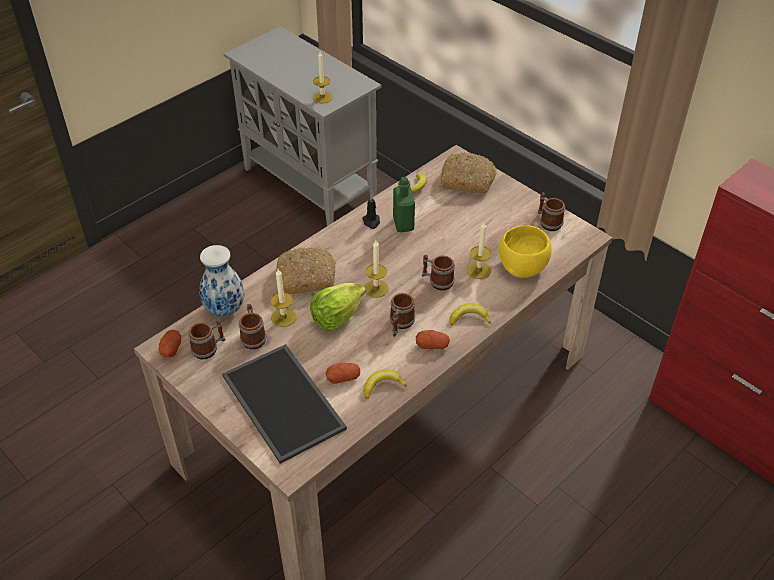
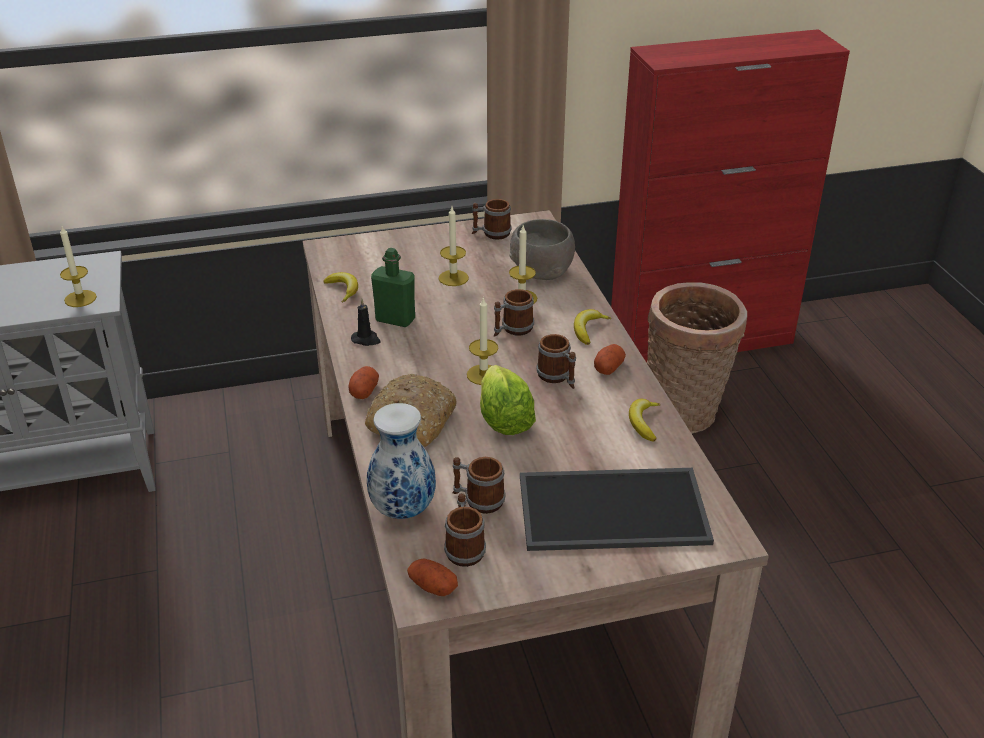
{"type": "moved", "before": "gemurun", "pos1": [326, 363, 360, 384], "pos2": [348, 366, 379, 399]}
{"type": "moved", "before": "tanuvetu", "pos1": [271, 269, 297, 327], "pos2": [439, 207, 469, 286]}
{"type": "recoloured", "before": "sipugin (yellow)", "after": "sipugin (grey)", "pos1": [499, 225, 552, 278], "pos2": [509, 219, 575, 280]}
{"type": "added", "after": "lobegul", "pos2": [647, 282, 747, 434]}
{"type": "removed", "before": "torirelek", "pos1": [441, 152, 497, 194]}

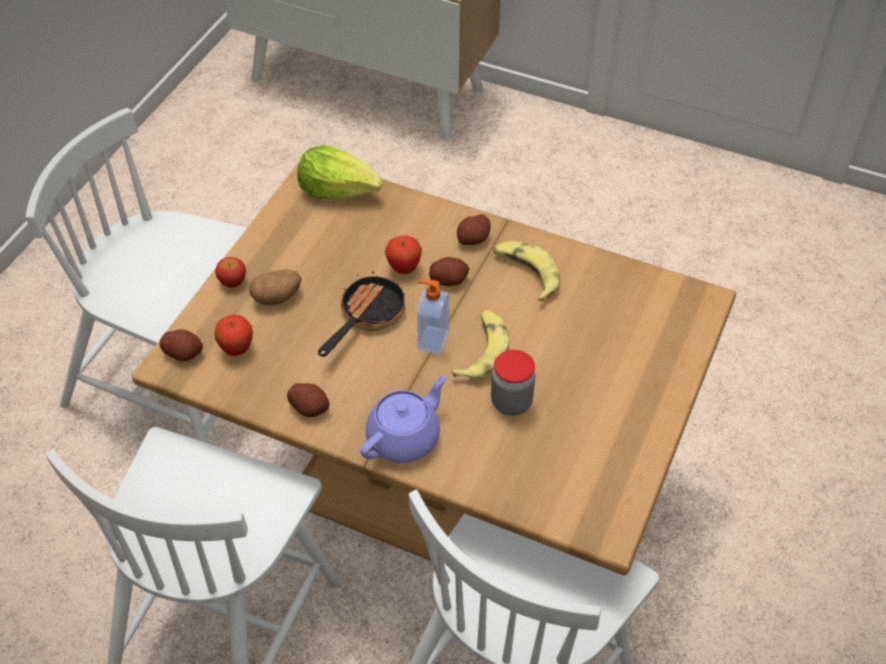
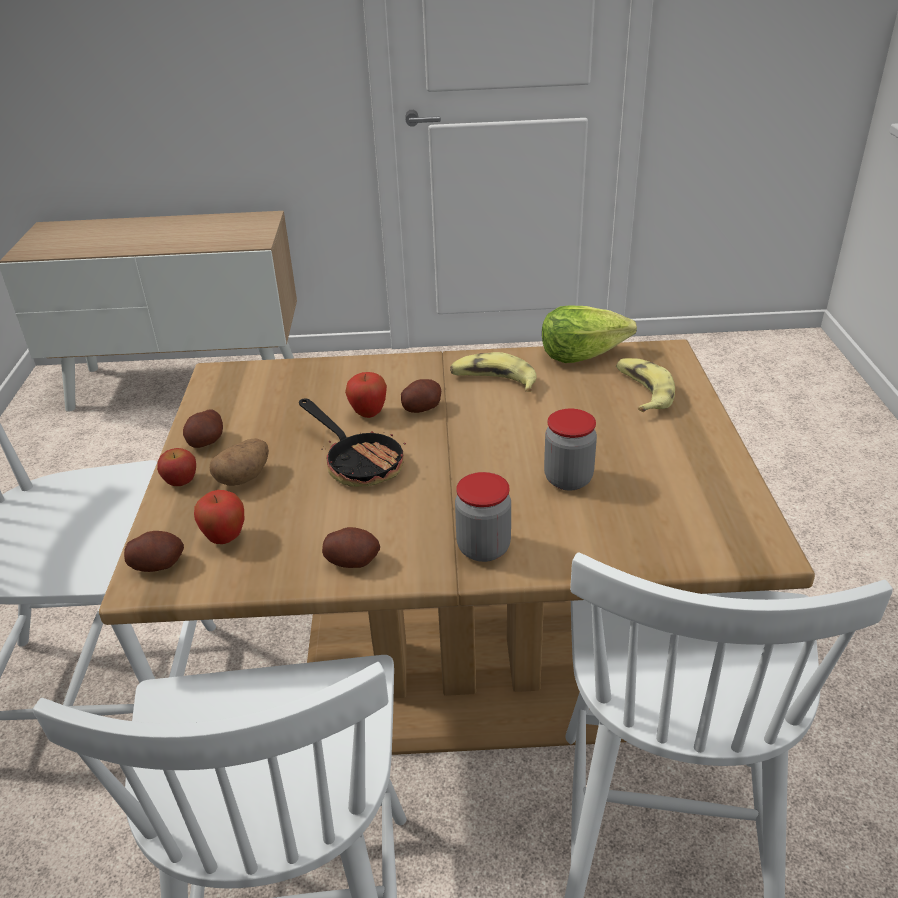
{"type": "moved", "before": "gemurun", "pos1": [457, 214, 491, 245], "pos2": [183, 409, 223, 448]}
{"type": "turned", "before": "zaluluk", "pos1": [318, 271, 405, 357], "pos2": [299, 398, 406, 487], "turn": 135}
{"type": "replaced", "before": "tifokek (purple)", "after": "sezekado", "pos1": [360, 375, 447, 463], "pos2": [455, 472, 511, 562]}
{"type": "moved", "before": "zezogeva", "pos1": [297, 145, 383, 200], "pos2": [542, 305, 637, 363]}
{"type": "moved", "before": "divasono", "pos1": [451, 310, 509, 380], "pos2": [616, 358, 675, 412]}
{"type": "removed", "before": "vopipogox", "pos1": [417, 279, 449, 355]}

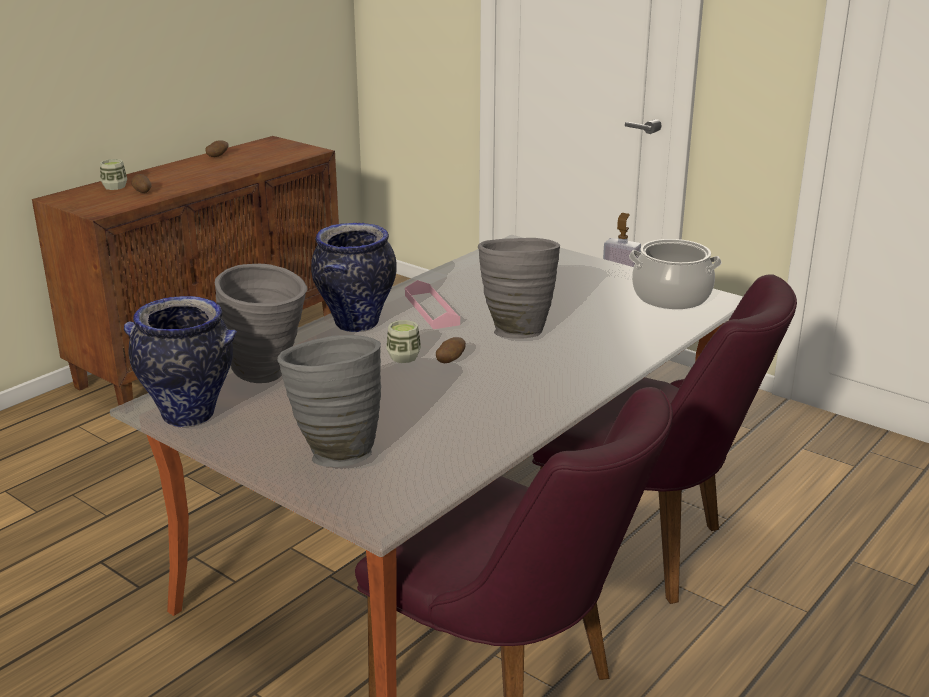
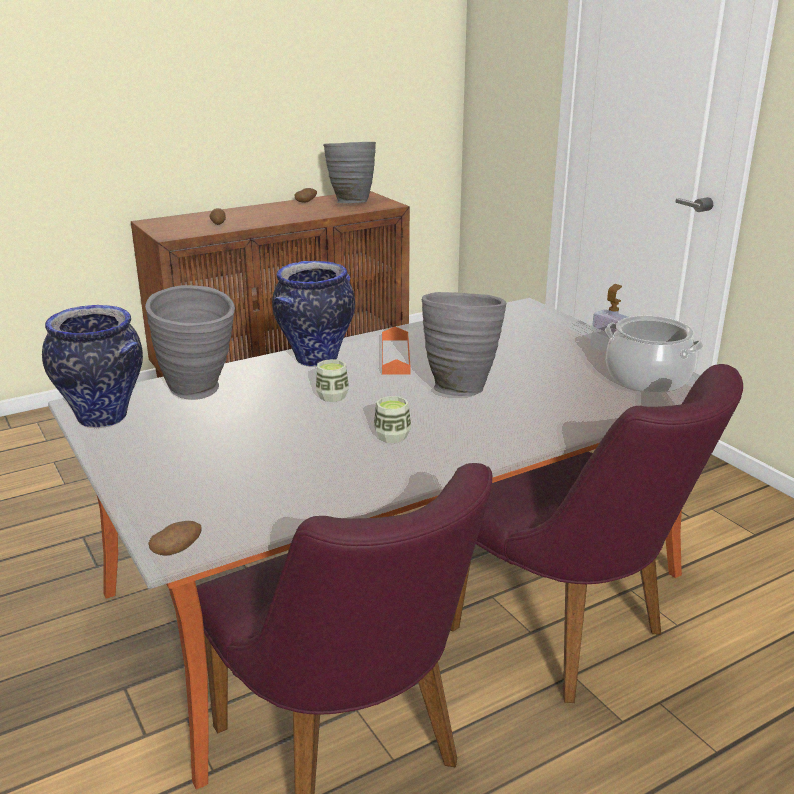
{"type": "moved", "before": "gemurun", "pos1": [436, 337, 466, 363], "pos2": [148, 521, 201, 556]}
{"type": "moved", "before": "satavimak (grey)", "pos1": [277, 335, 381, 467], "pos2": [323, 142, 376, 203]}
{"type": "moved", "before": "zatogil", "pos1": [100, 159, 127, 190], "pos2": [374, 396, 411, 443]}
{"type": "recoloured", "before": "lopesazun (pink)", "after": "lopesazun (orange)", "pos1": [405, 280, 460, 329], "pos2": [382, 326, 411, 375]}

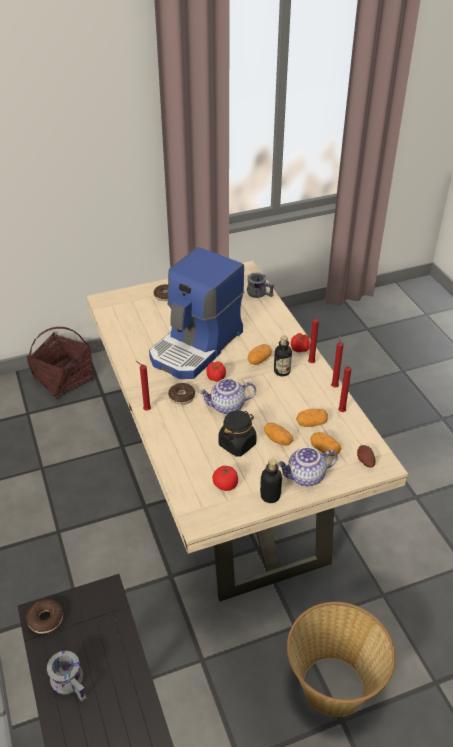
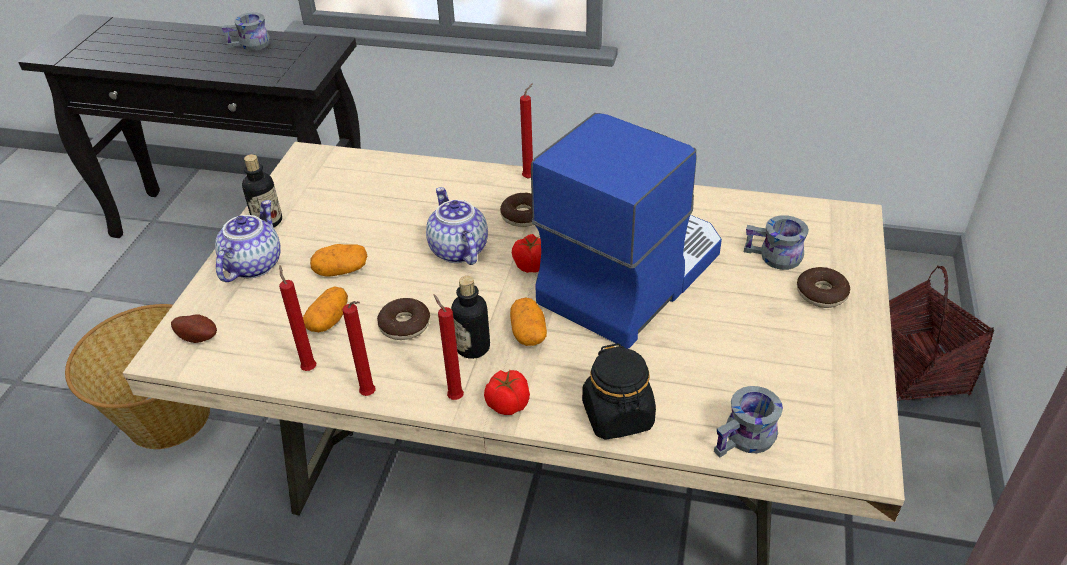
{"type": "moved", "before": "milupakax", "pos1": [27, 599, 63, 634], "pos2": [377, 298, 430, 340]}
{"type": "turned", "before": "tifokek", "pos1": [198, 378, 256, 414], "pos2": [426, 187, 488, 265], "turn": -45}
{"type": "turned", "before": "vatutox", "pos1": [149, 247, 244, 379], "pos2": [531, 113, 722, 349], "turn": 60}
{"type": "moved", "before": "sezekado (black)", "pos1": [218, 411, 257, 456], "pos2": [582, 343, 656, 440]}
{"type": "added", "after": "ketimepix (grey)", "pos2": [744, 215, 809, 270]}
{"type": "removed", "before": "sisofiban", "pos1": [212, 466, 238, 491]}
{"type": "removed", "before": "gemurun", "pos1": [310, 432, 341, 456]}

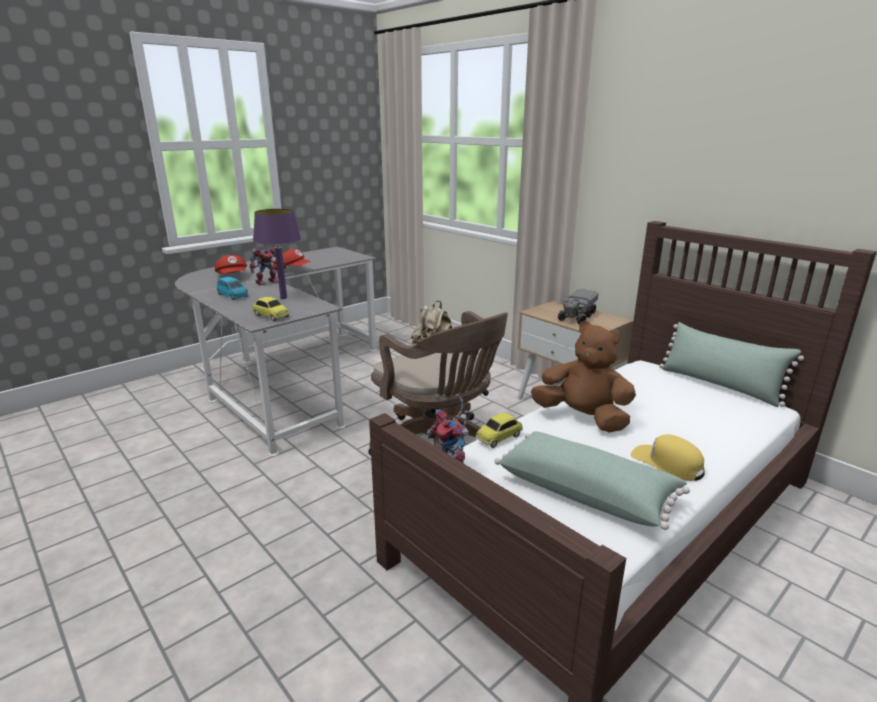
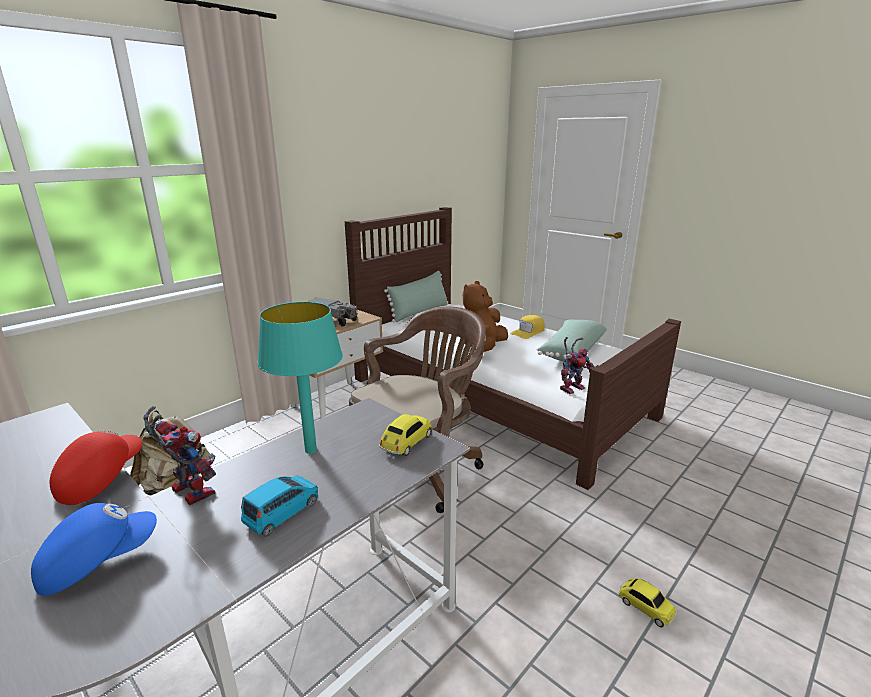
{"type": "recoloured", "before": "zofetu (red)", "after": "zofetu (blue)", "pos1": [215, 255, 247, 274], "pos2": [31, 503, 157, 596]}
{"type": "recoloured", "before": "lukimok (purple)", "after": "lukimok (turquoise)", "pos1": [253, 209, 301, 299], "pos2": [257, 302, 343, 454]}
{"type": "moved", "before": "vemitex", "pos1": [476, 413, 523, 448], "pos2": [618, 579, 677, 627]}

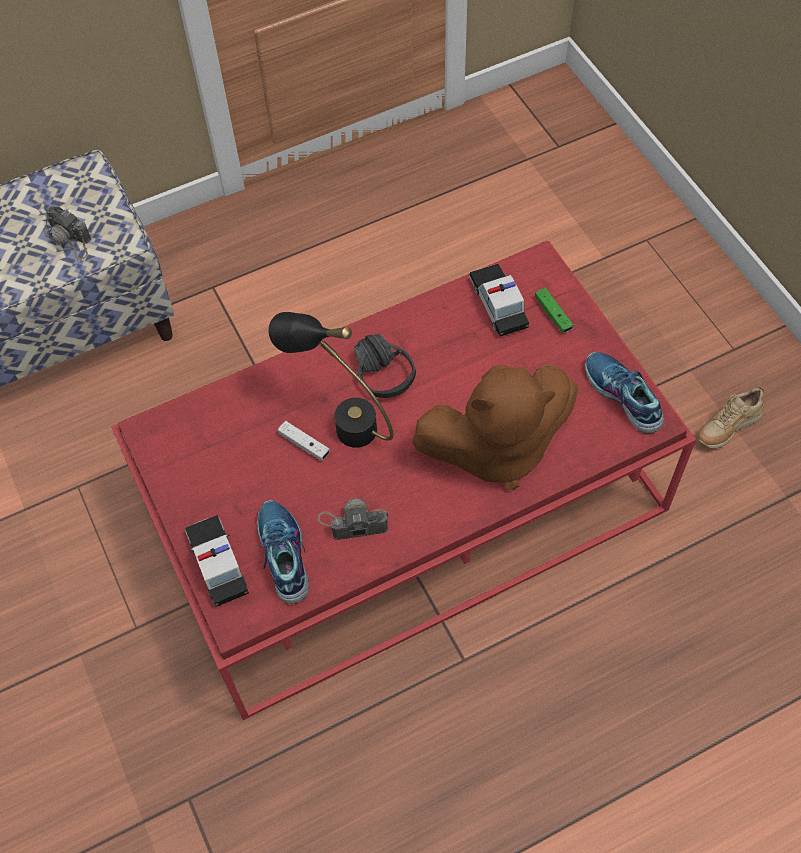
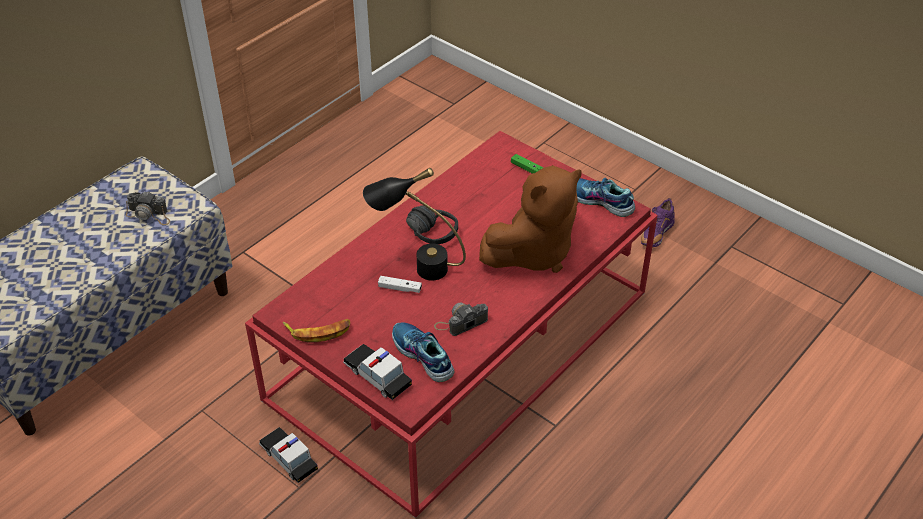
{"type": "moved", "before": "vemitex", "pos1": [469, 264, 529, 337], "pos2": [259, 427, 318, 483]}
{"type": "added", "after": "divasono", "pos2": [283, 319, 350, 343]}
{"type": "recoloured", "before": "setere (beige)", "after": "setere (purple)", "pos1": [698, 386, 764, 448], "pos2": [641, 198, 675, 247]}

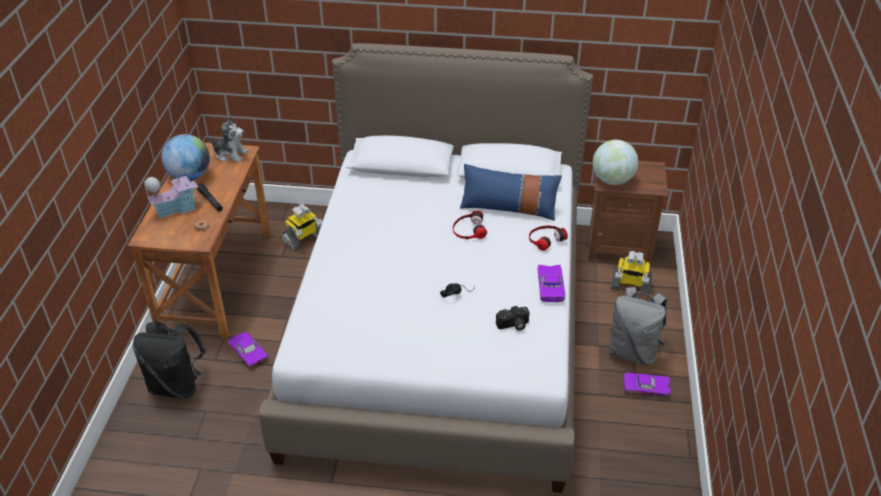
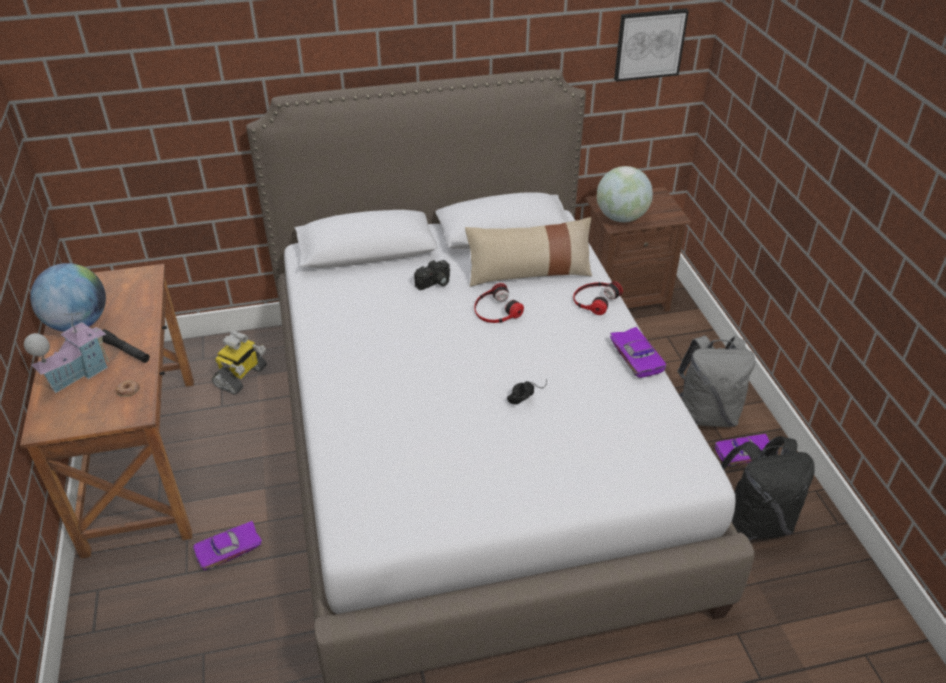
{"type": "turned", "before": "vemitex (purple)", "pos1": [228, 332, 268, 367], "pos2": [193, 521, 262, 570], "turn": -60}
{"type": "moved", "before": "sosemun", "pos1": [496, 306, 529, 331], "pos2": [414, 260, 450, 290]}
{"type": "recoloured", "before": "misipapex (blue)", "after": "misipapex (beige)", "pos1": [460, 164, 562, 221], "pos2": [465, 217, 592, 287]}
{"type": "added", "after": "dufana", "pos2": [614, 9, 689, 82]}
{"type": "moved", "before": "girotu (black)", "pos1": [133, 321, 206, 399], "pos2": [721, 436, 815, 541]}
{"type": "removed", "before": "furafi", "pos1": [207, 116, 249, 162]}
{"type": "removed", "before": "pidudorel", "pos1": [611, 251, 653, 295]}

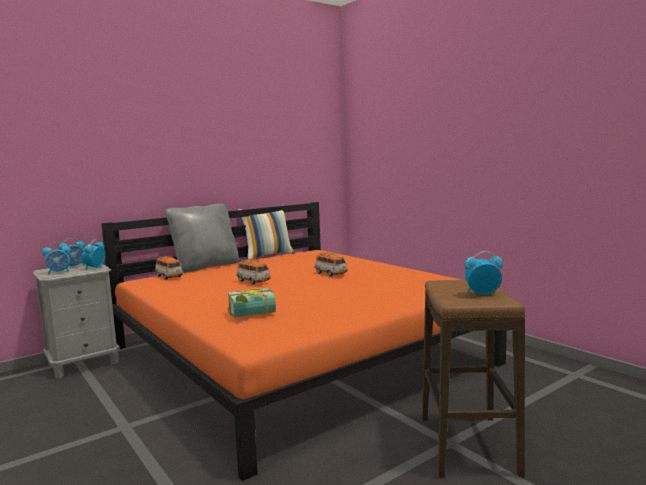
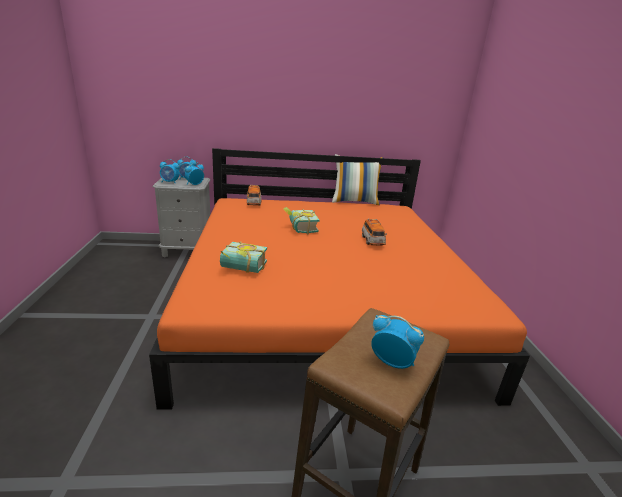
{"type": "replaced", "before": "vemitex", "after": "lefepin", "pos1": [236, 259, 271, 285], "pos2": [283, 207, 320, 234]}
{"type": "removed", "before": "misipapex (grey)", "pos1": [166, 203, 239, 273]}

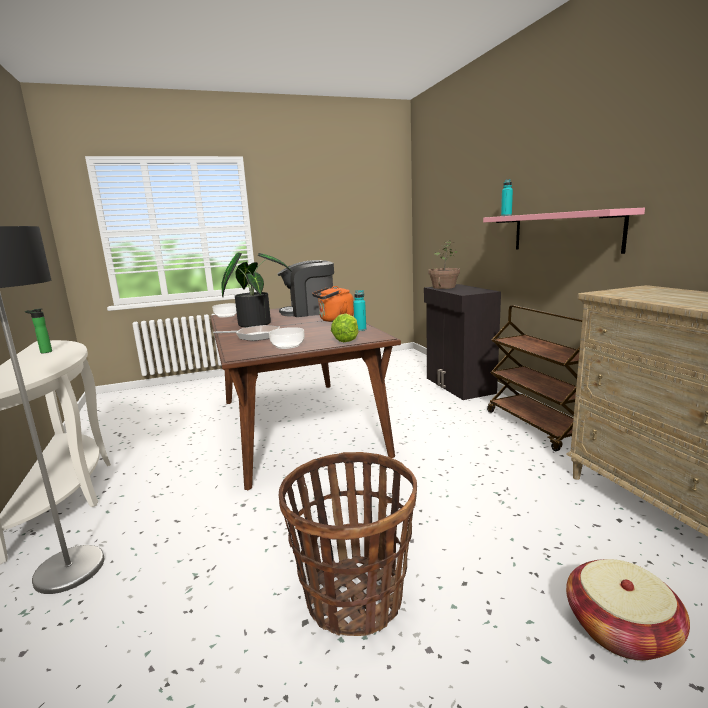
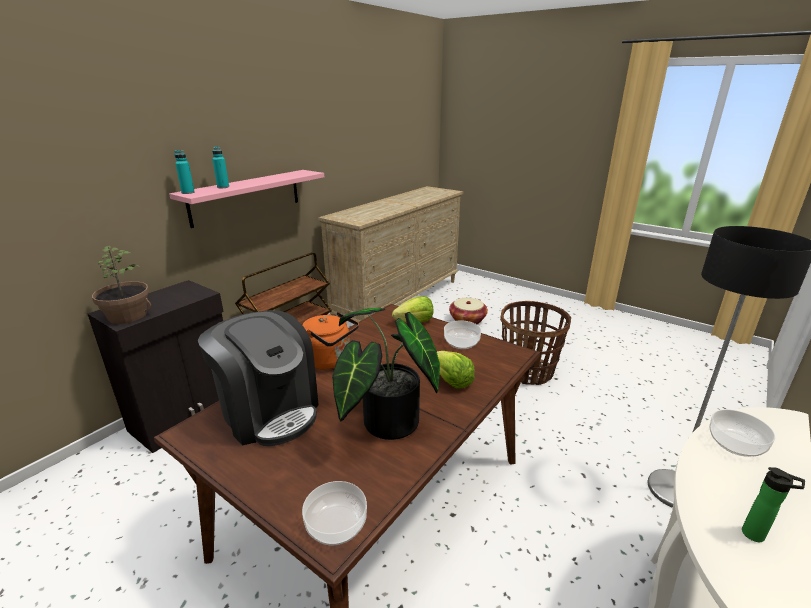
{"type": "moved", "before": "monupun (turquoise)", "pos1": [353, 290, 366, 331], "pos2": [212, 146, 229, 188]}
{"type": "replaced", "before": "zaluluk", "after": "zezogeva", "pos1": [213, 325, 280, 341], "pos2": [437, 351, 475, 389]}
{"type": "added", "after": "sipugin", "pos2": [709, 409, 775, 457]}

